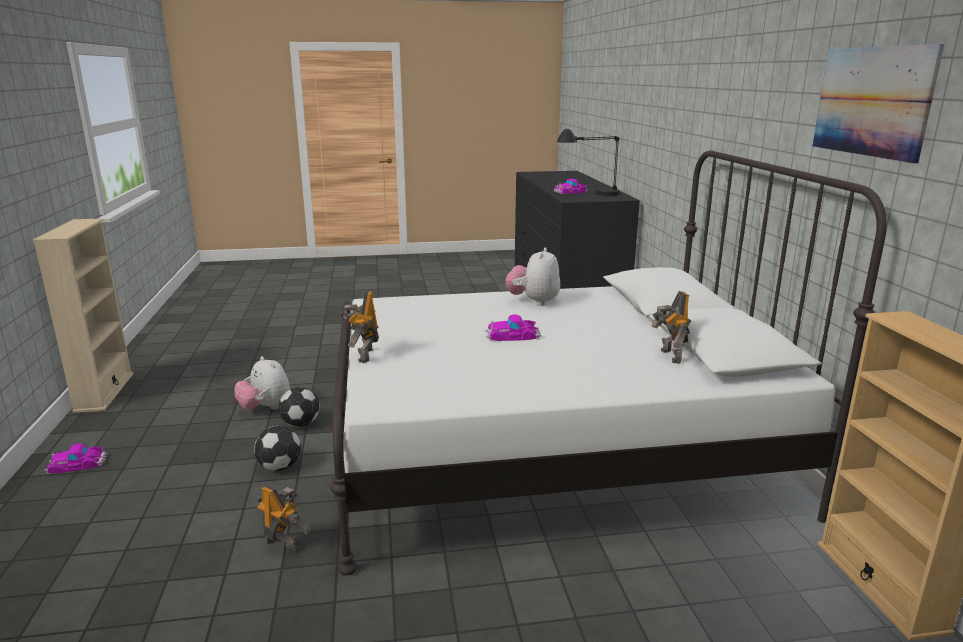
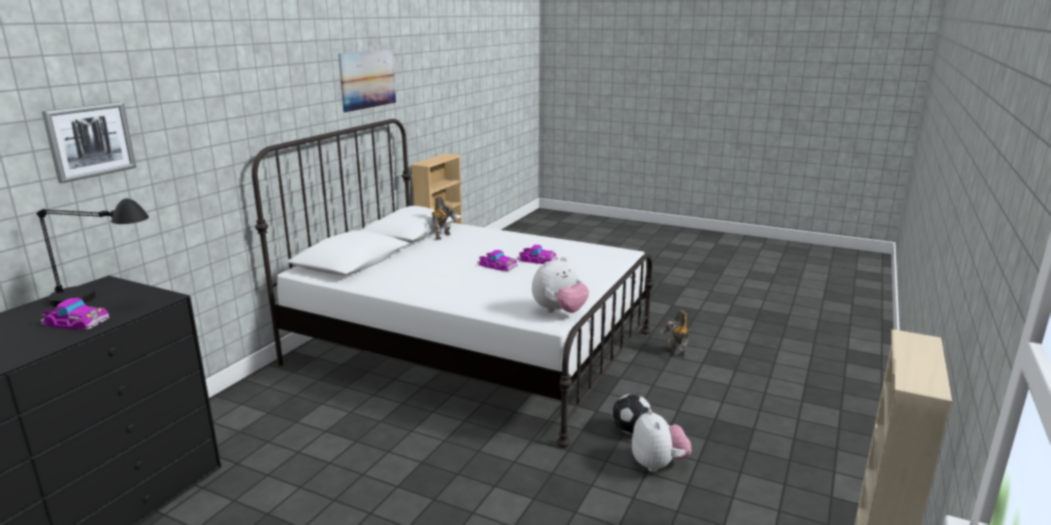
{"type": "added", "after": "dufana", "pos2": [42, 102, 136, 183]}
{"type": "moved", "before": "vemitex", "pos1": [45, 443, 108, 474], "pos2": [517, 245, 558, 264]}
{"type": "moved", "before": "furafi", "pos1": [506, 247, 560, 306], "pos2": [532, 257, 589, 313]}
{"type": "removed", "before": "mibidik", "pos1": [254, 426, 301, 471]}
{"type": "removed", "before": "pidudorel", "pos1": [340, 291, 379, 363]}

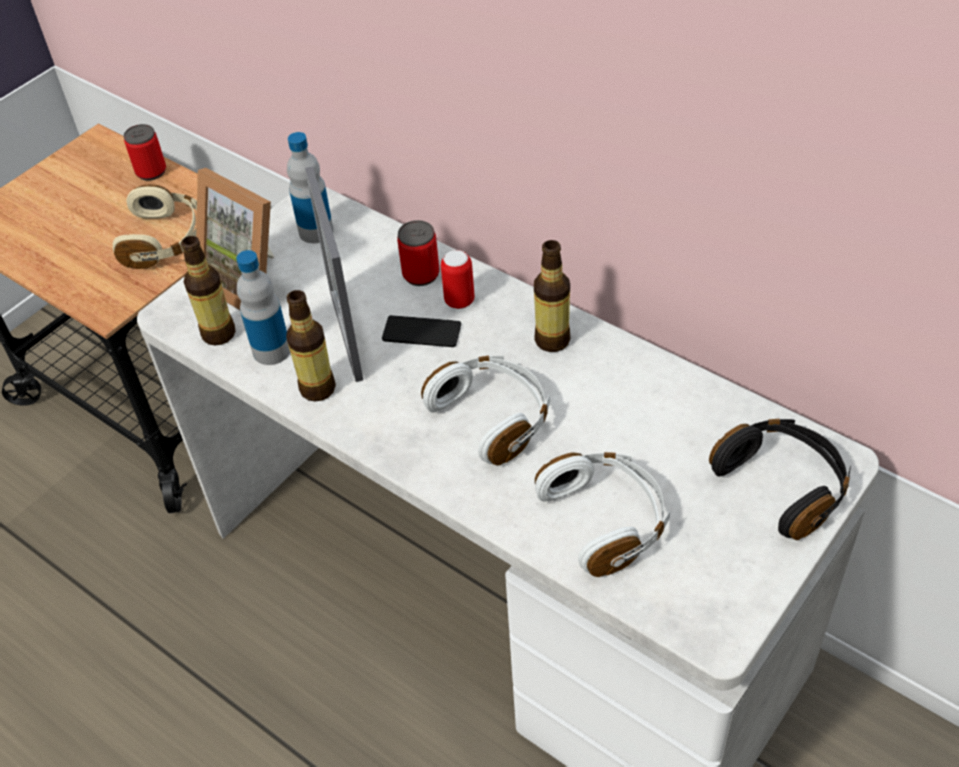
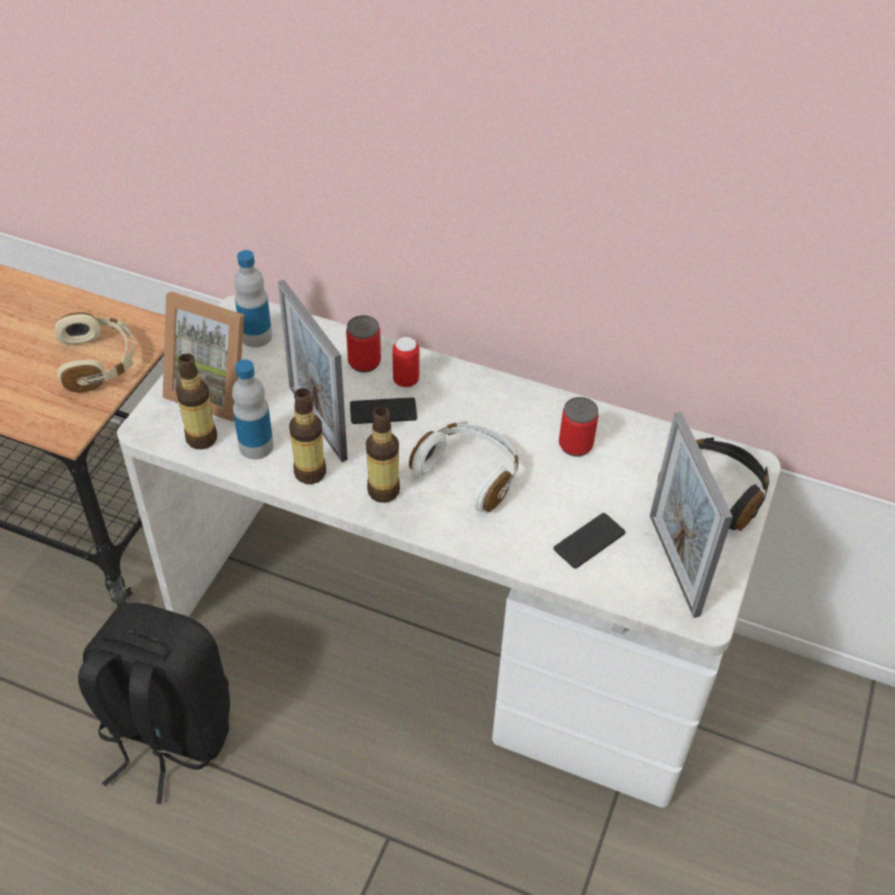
{"type": "added", "after": "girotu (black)", "pos2": [78, 603, 230, 804]}
{"type": "moved", "before": "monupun", "pos1": [534, 240, 571, 352], "pos2": [366, 407, 400, 503]}
{"type": "replaced", "before": "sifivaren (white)", "after": "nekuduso", "pos1": [535, 452, 670, 577], "pos2": [553, 513, 625, 568]}
{"type": "moved", "before": "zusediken", "pos1": [124, 124, 166, 181], "pos2": [559, 397, 599, 457]}
{"type": "added", "after": "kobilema", "pos2": [650, 411, 733, 618]}

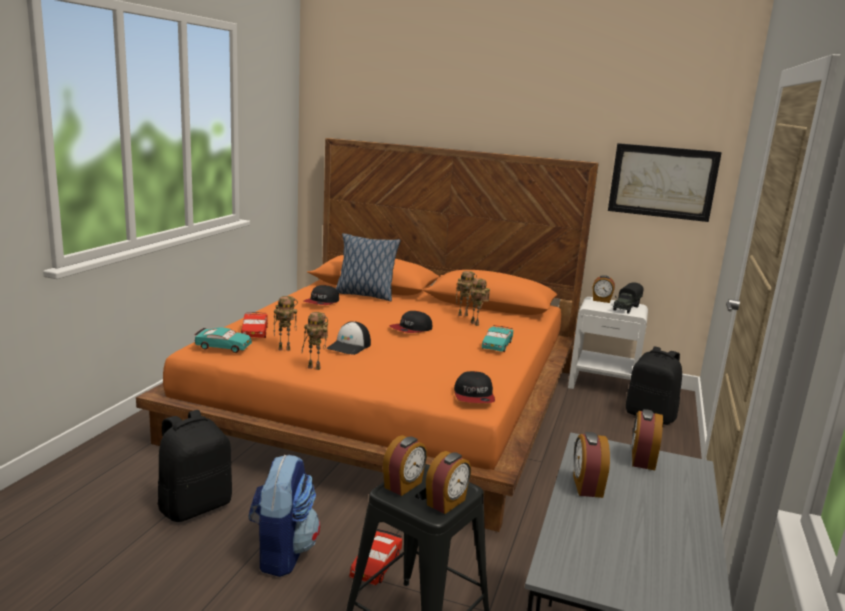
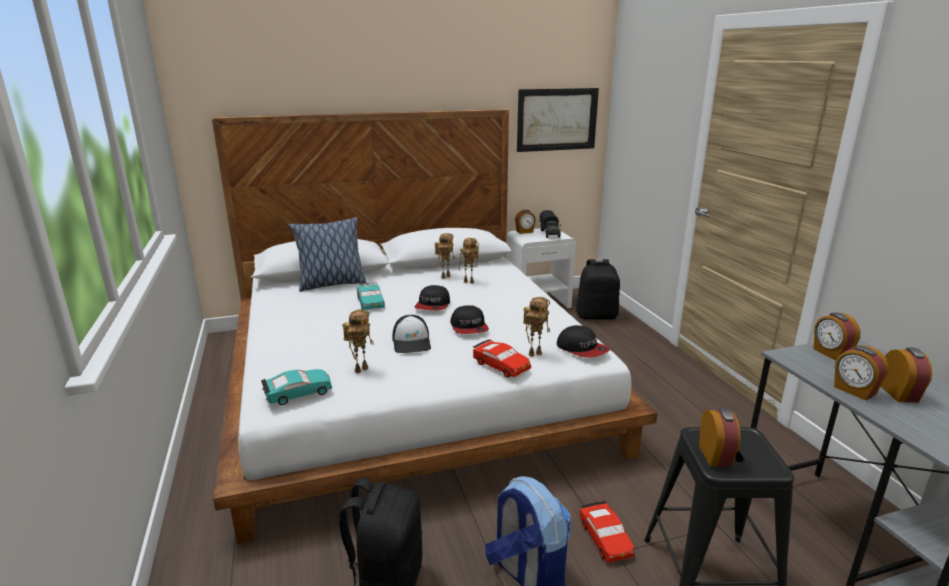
{"type": "recoloured", "before": "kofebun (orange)", "after": "kofebun (white)", "pos1": [136, 138, 599, 532], "pos2": [212, 109, 657, 543]}
{"type": "moved", "before": "vemitex (turquoise)", "pos1": [482, 325, 513, 352], "pos2": [357, 283, 385, 310]}
{"type": "moved", "before": "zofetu", "pos1": [303, 285, 339, 305], "pos2": [450, 305, 489, 334]}
{"type": "moved", "before": "vemitex (red)", "pos1": [241, 312, 268, 338], "pos2": [473, 339, 531, 378]}
{"type": "moved", "before": "pidudorel", "pos1": [301, 312, 328, 370], "pos2": [523, 297, 550, 357]}
{"type": "moved", "before": "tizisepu", "pos1": [426, 451, 471, 514], "pos2": [881, 347, 932, 402]}

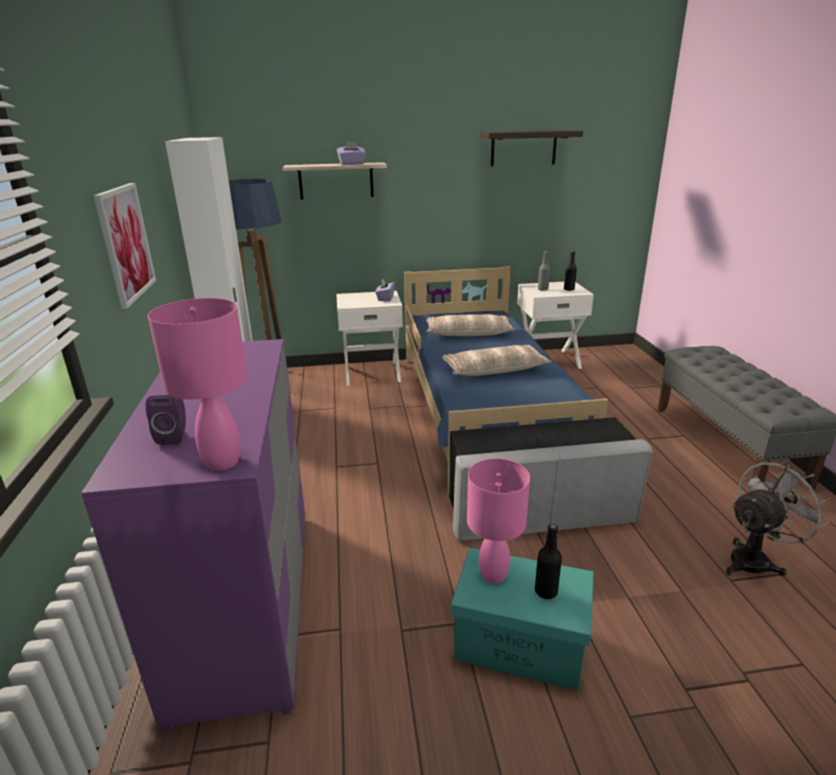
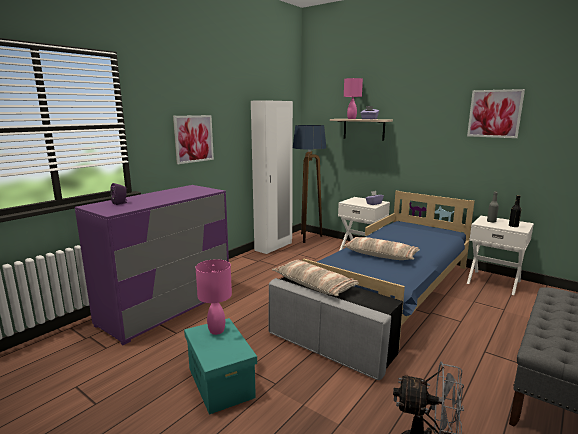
{"type": "moved", "before": "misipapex", "pos1": [426, 314, 516, 336], "pos2": [272, 260, 359, 296]}
{"type": "moved", "before": "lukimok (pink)", "pos1": [148, 298, 248, 471], "pos2": [344, 78, 363, 119]}
{"type": "replaced", "before": "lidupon", "after": "dufana", "pos1": [480, 130, 583, 166], "pos2": [467, 89, 525, 138]}
{"type": "removed", "before": "monupun (black)", "pos1": [535, 524, 562, 599]}

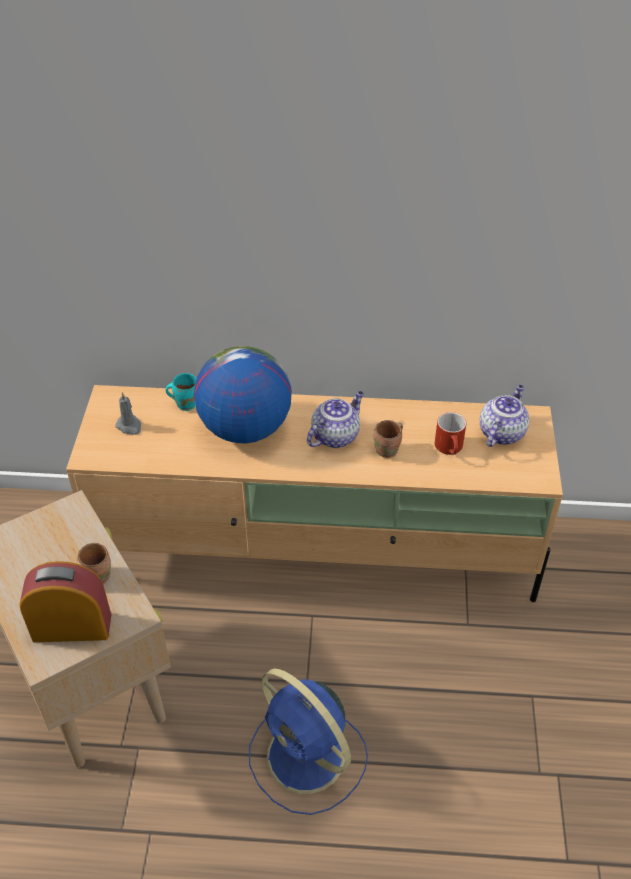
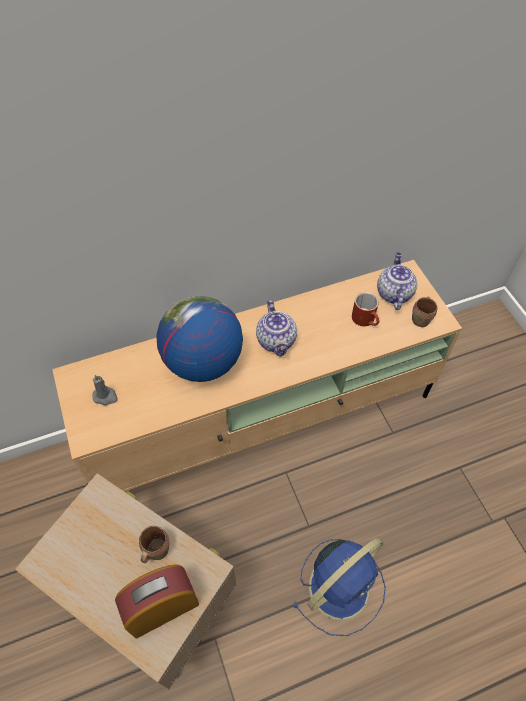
{"type": "turned", "before": "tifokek", "pos1": [307, 391, 364, 448], "pos2": [256, 300, 297, 356], "turn": 150}
{"type": "turned", "before": "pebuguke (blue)", "pos1": [249, 668, 368, 815], "pos2": [292, 538, 386, 636], "turn": -60}
{"type": "moved", "before": "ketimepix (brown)", "pos1": [374, 420, 403, 458], "pos2": [412, 297, 437, 327]}
{"type": "removed", "before": "ketimepix (turquoise)", "pos1": [166, 373, 197, 411]}

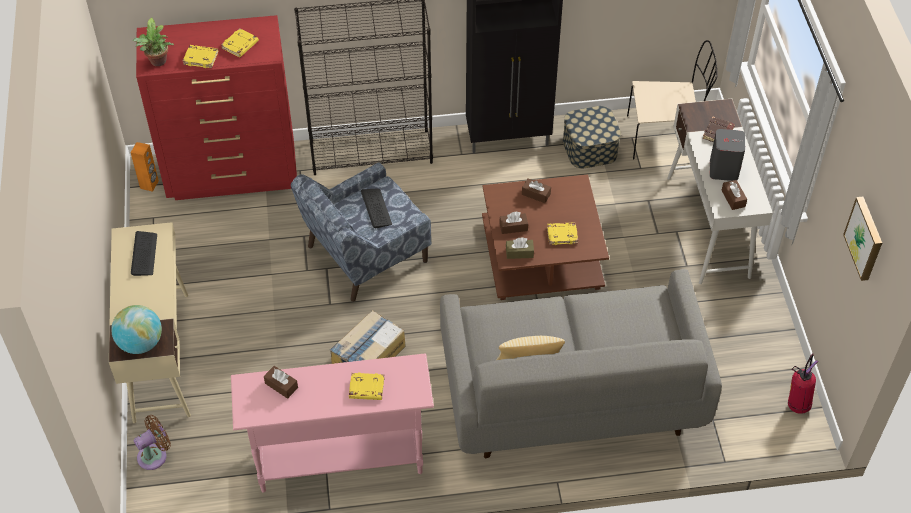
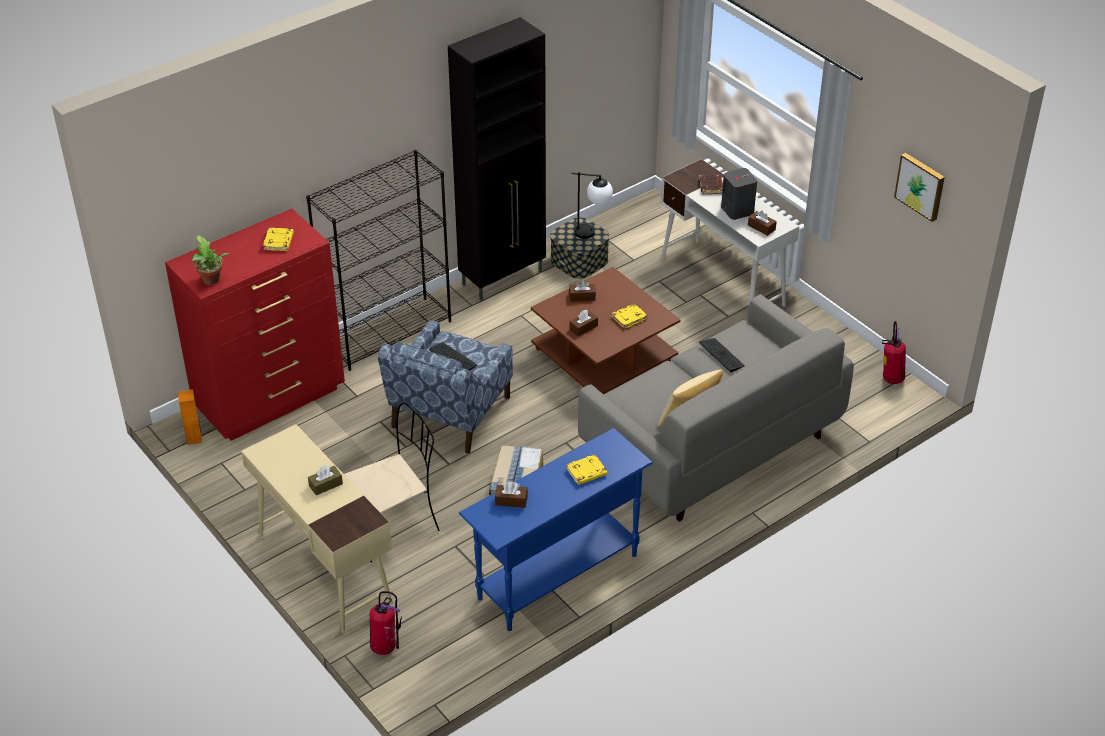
{"type": "moved", "before": "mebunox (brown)", "pos1": [506, 237, 534, 259], "pos2": [308, 465, 343, 495]}
{"type": "moved", "before": "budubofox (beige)", "pos1": [627, 40, 717, 160], "pos2": [344, 402, 440, 562]}
{"type": "replaced", "before": "pebuguke (brown)", "after": "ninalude", "pos1": [134, 415, 171, 470], "pos2": [370, 591, 402, 655]}
{"type": "recoloured", "before": "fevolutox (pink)", "after": "fevolutox (blue)", "pos1": [231, 353, 434, 493], "pos2": [459, 428, 653, 631]}
{"type": "added", "after": "lukimok", "pos2": [571, 172, 613, 239]}
{"type": "moved", "before": "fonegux", "pos1": [131, 231, 157, 276], "pos2": [699, 338, 745, 372]}
{"type": "removed", "before": "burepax", "pos1": [111, 305, 162, 354]}
{"type": "removed", "before": "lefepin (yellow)", "pos1": [183, 45, 218, 68]}

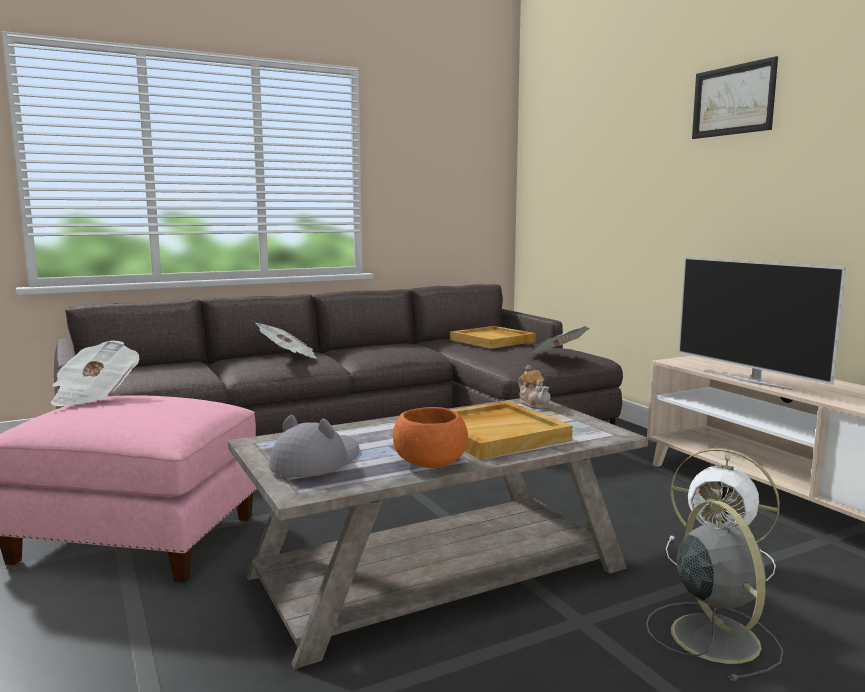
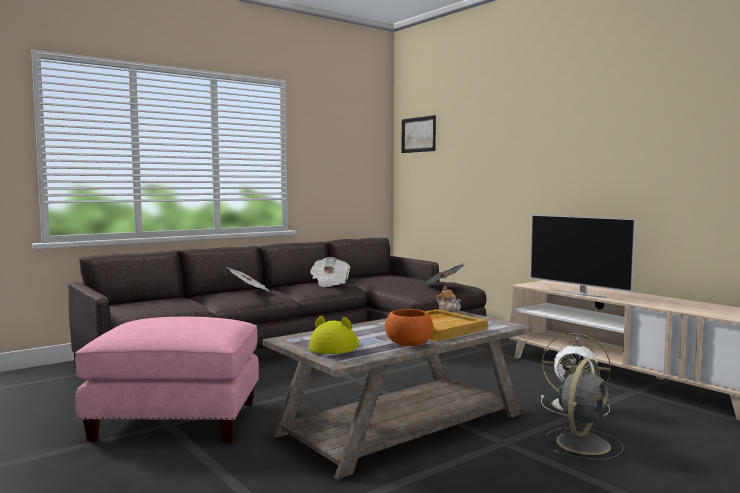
{"type": "recoloured", "before": "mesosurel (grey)", "after": "mesosurel (yellow)", "pos1": [269, 415, 360, 477], "pos2": [309, 316, 359, 354]}
{"type": "moved", "before": "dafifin", "pos1": [51, 341, 140, 406], "pos2": [310, 257, 351, 287]}
{"type": "moved", "before": "dufana", "pos1": [692, 56, 778, 139], "pos2": [402, 115, 436, 153]}
{"type": "turned", "before": "pebuguke (grey)", "pos1": [646, 501, 783, 681], "pos2": [547, 358, 623, 460], "turn": 60}
{"type": "removed", "before": "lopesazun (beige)", "pos1": [450, 326, 536, 349]}

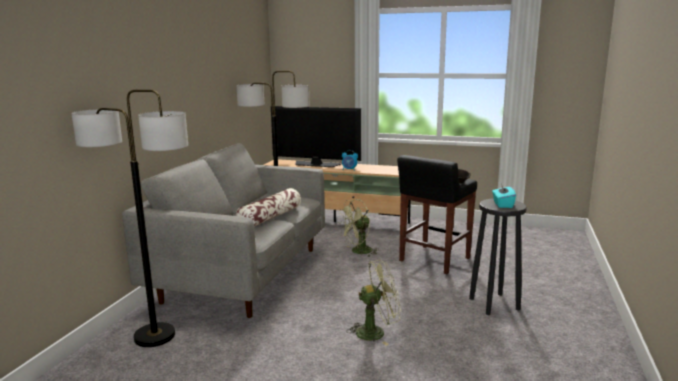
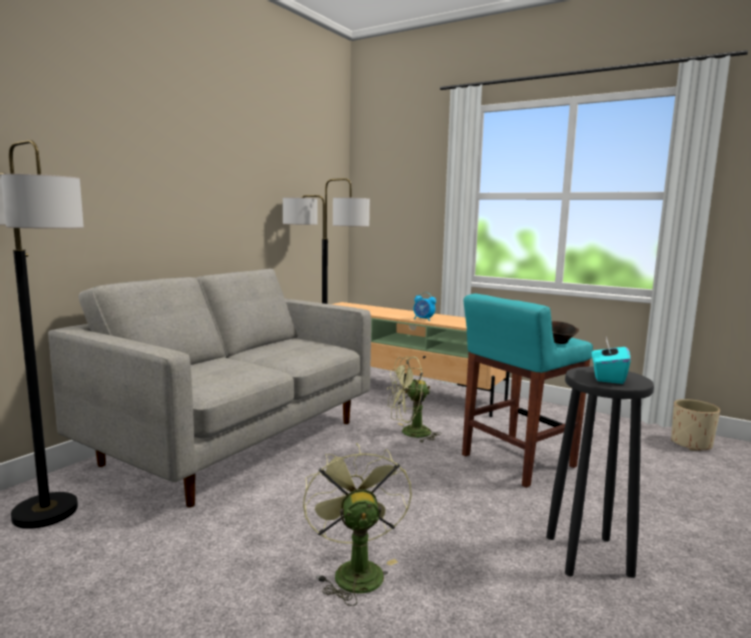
{"type": "turned", "before": "pebuguke (green)", "pos1": [346, 260, 401, 346], "pos2": [303, 443, 412, 606], "turn": -105}
{"type": "recoloured", "before": "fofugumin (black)", "after": "fofugumin (turquoise)", "pos1": [397, 155, 477, 274], "pos2": [462, 294, 593, 488]}
{"type": "added", "after": "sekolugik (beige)", "pos2": [671, 399, 720, 451]}
{"type": "removed", "before": "misipapex", "pos1": [236, 188, 301, 227]}
{"type": "removed", "before": "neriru", "pos1": [271, 106, 361, 167]}

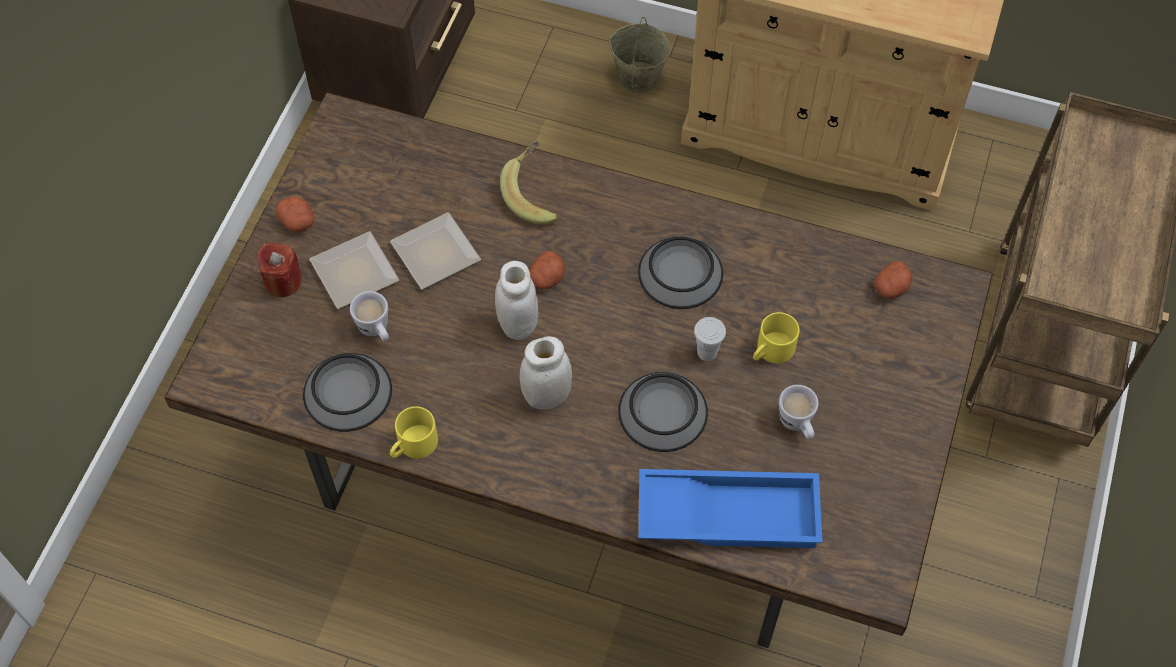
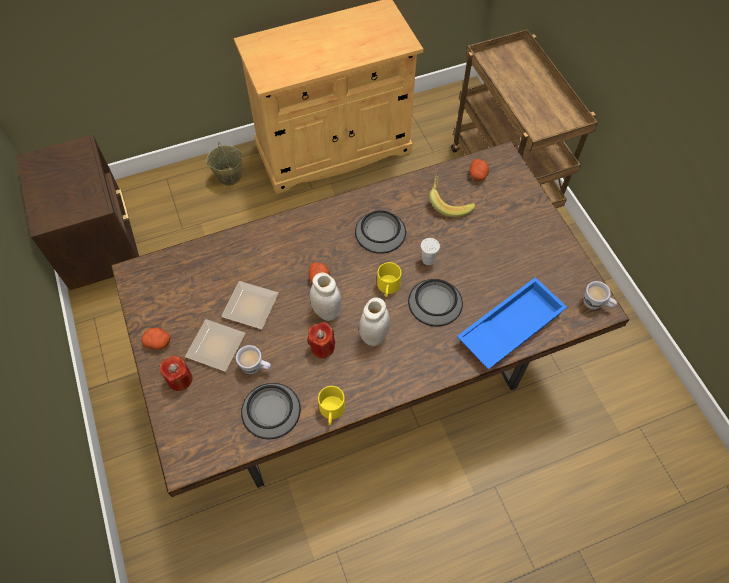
{"type": "added", "after": "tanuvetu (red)", "pos2": [307, 322, 335, 359]}
{"type": "moved", "before": "ketimepix (yellow)", "pos1": [753, 312, 799, 363], "pos2": [377, 262, 401, 297]}
{"type": "moved", "before": "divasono", "pos1": [500, 141, 558, 225], "pos2": [429, 173, 476, 217]}
{"type": "moved", "before": "ketimepix (white)", "pos1": [779, 385, 818, 439], "pos2": [583, 281, 617, 309]}

